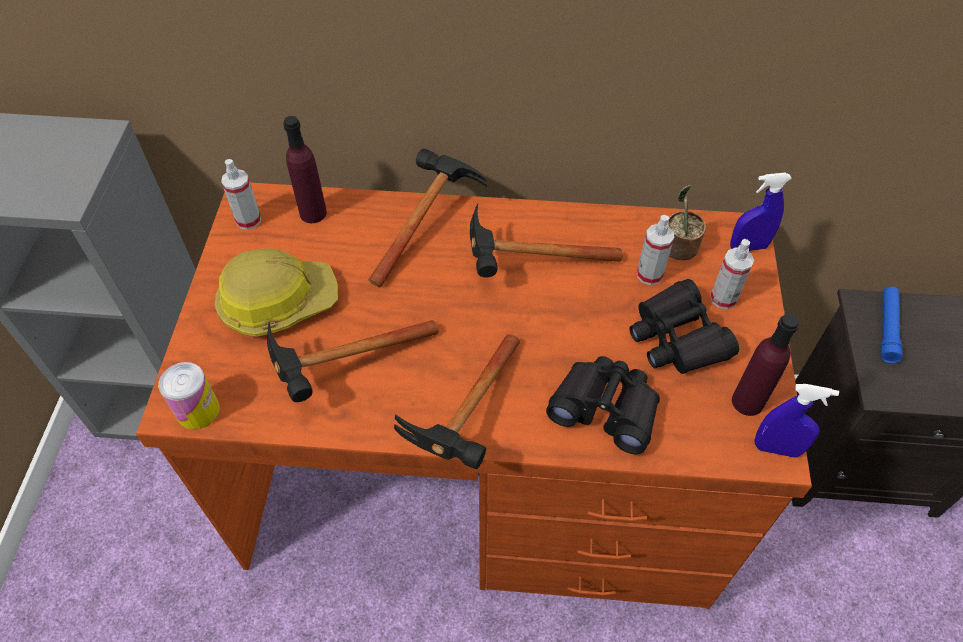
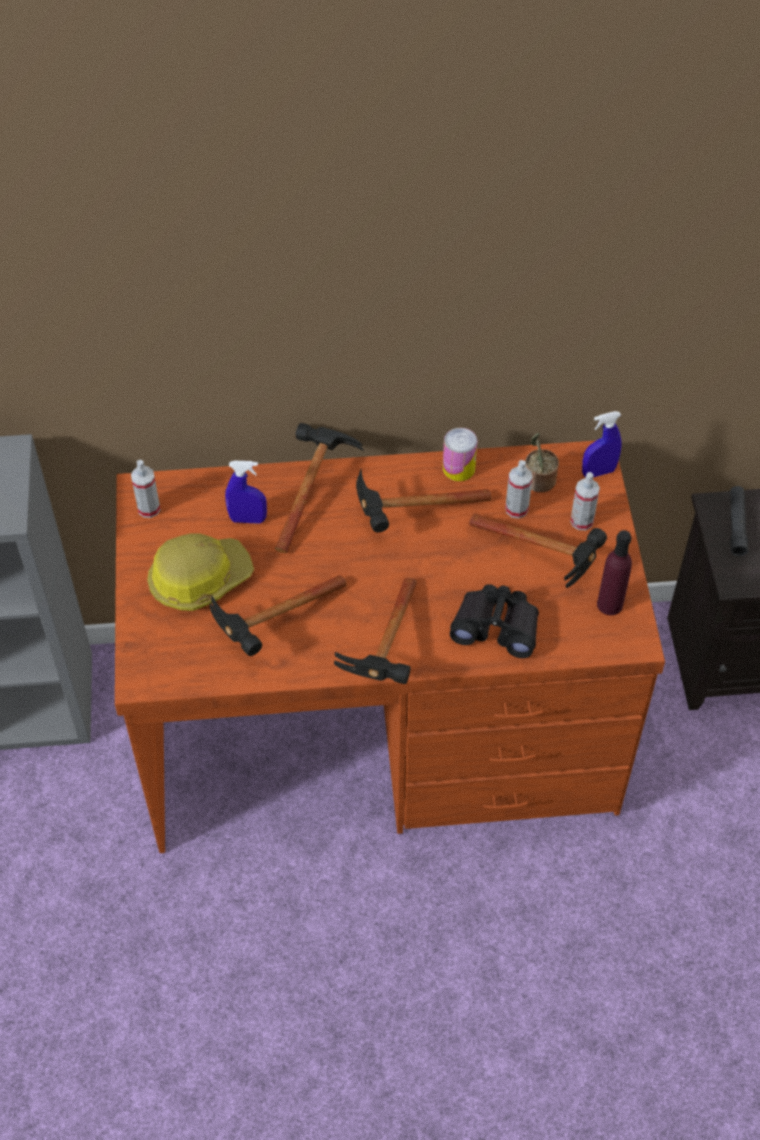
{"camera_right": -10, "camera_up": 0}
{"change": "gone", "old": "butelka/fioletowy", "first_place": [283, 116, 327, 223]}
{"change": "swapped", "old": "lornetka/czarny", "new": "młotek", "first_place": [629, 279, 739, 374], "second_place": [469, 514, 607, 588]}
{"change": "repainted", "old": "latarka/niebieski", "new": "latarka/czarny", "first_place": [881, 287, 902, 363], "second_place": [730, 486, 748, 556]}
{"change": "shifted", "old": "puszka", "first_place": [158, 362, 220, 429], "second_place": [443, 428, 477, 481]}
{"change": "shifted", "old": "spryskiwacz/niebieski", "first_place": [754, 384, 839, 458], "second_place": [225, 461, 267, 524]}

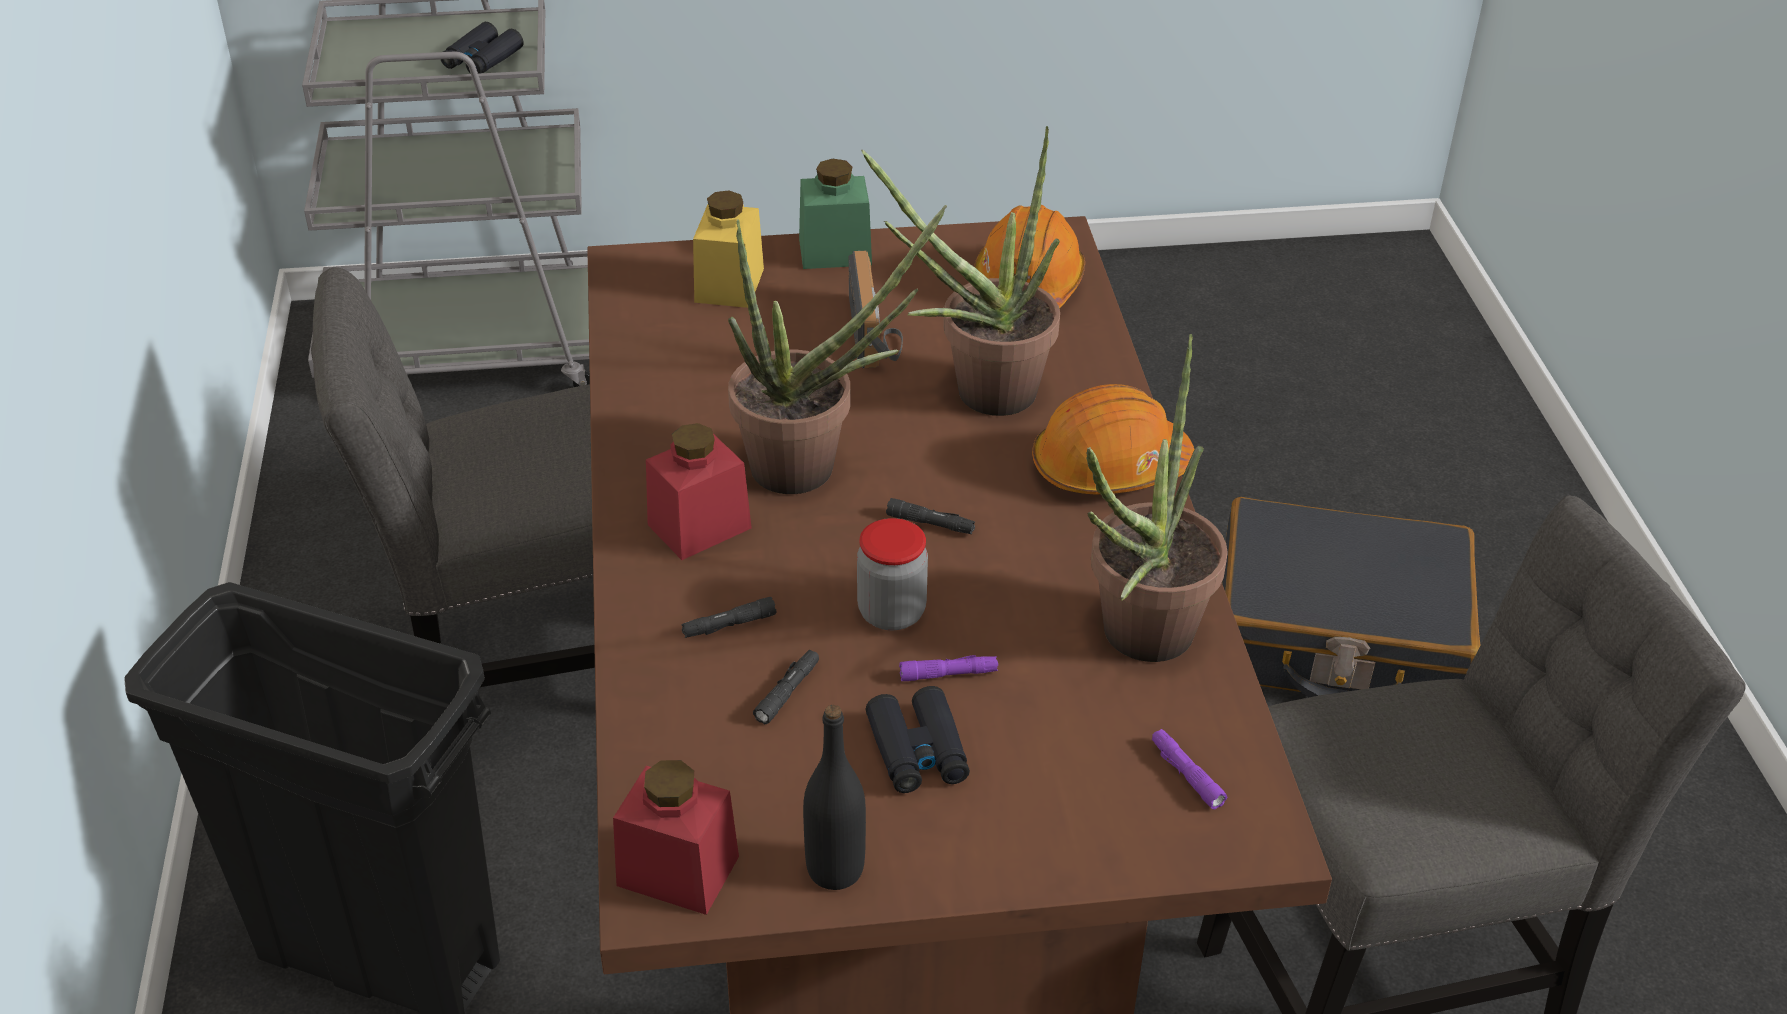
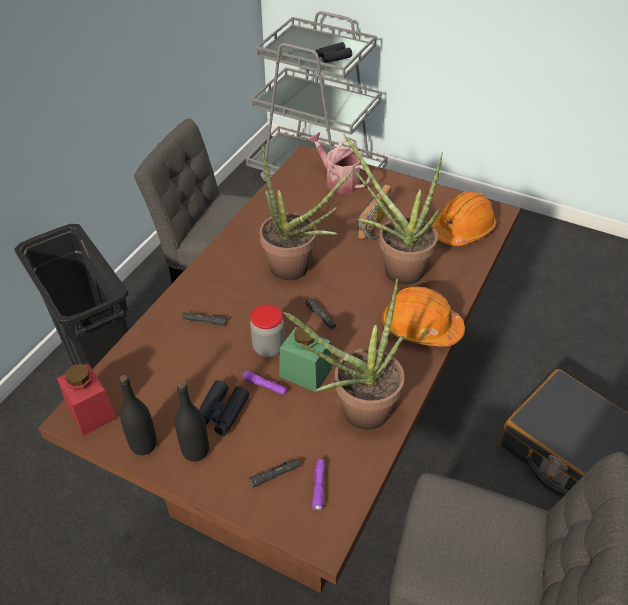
{"camera_right": 35, "camera_up": 5}
{"change": "shifted", "old": "słoik/zielony", "first_place": [799, 159, 872, 269], "second_place": [279, 326, 332, 393]}
{"change": "swapped", "old": "słoik/żółty", "new": "konewka", "first_place": [693, 190, 764, 308], "second_place": [306, 132, 371, 194]}
{"change": "gone", "old": "słoik/czerwony", "first_place": [646, 423, 752, 560]}
{"change": "shifted", "old": "latarka/czarny", "first_place": [753, 650, 819, 724], "second_place": [249, 459, 300, 488]}
{"change": "new", "new": "butelka/czarny", "second_place": [175, 381, 209, 462]}

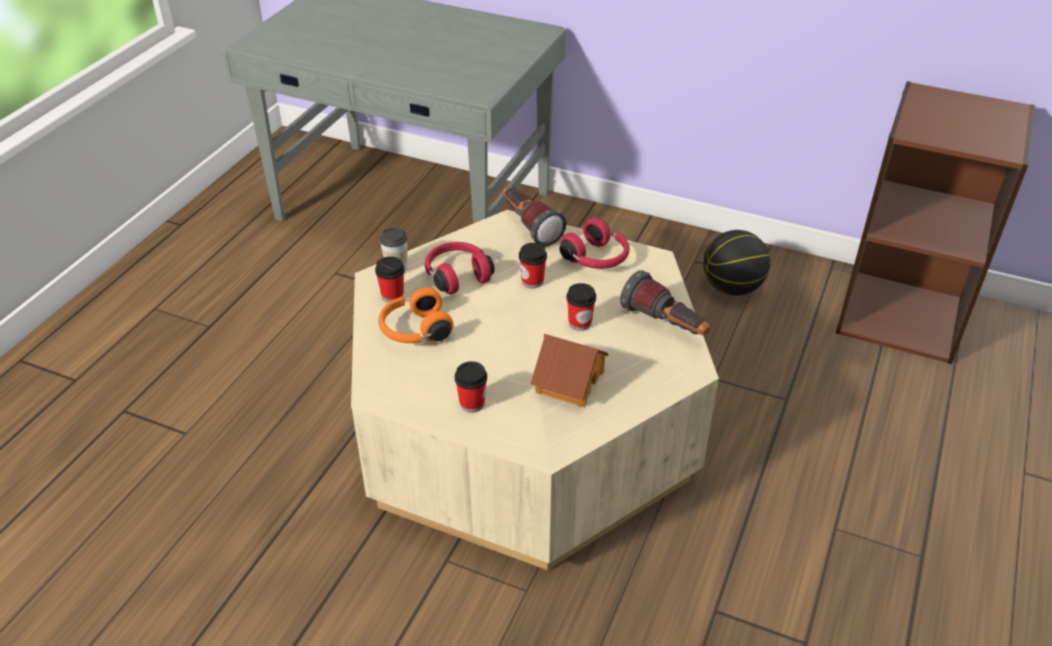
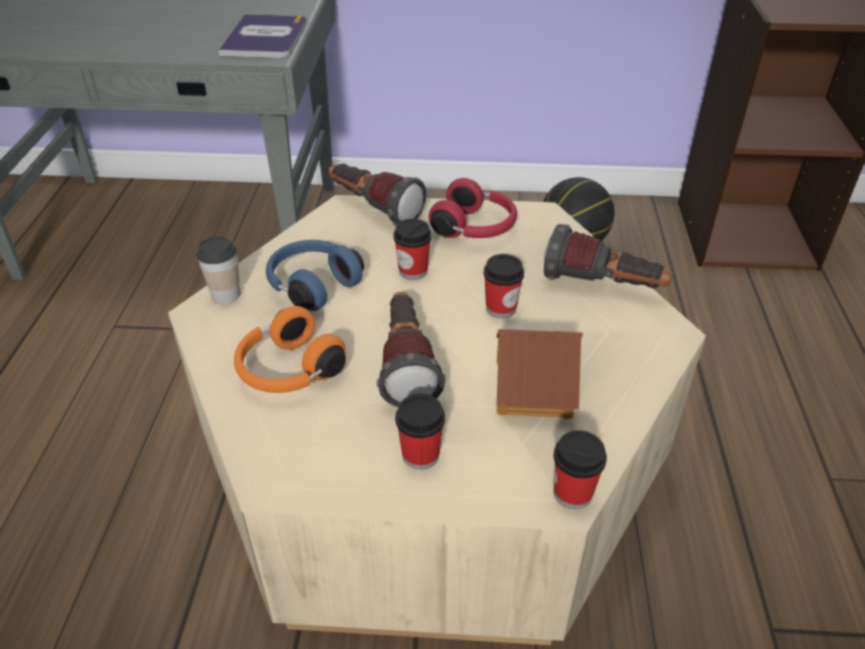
{"camera_right": -20, "camera_up": 0}
{"change": "repainted", "old": "słuchawki/czerwony", "new": "słuchawki/niebieski", "first_place": [425, 242, 495, 294], "second_place": [266, 240, 364, 311]}
{"change": "shifted", "old": "filiżanka", "first_place": [375, 256, 404, 302], "second_place": [554, 430, 607, 509]}
{"change": "new", "new": "książka", "second_place": [219, 14, 307, 58]}
{"change": "new", "new": "latarka", "second_place": [377, 292, 446, 407]}

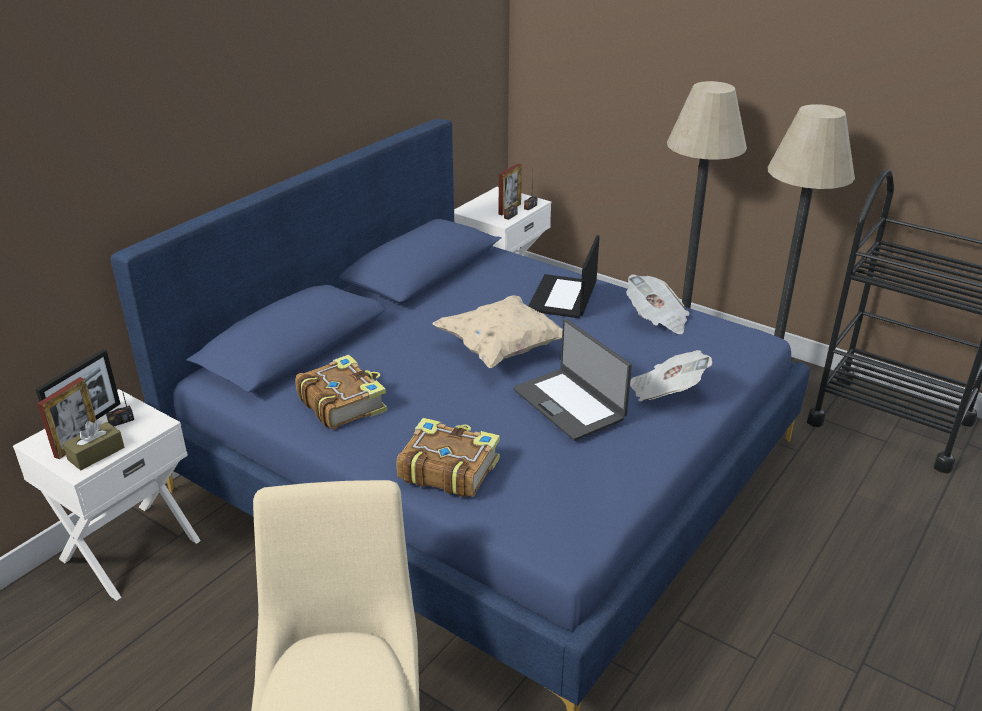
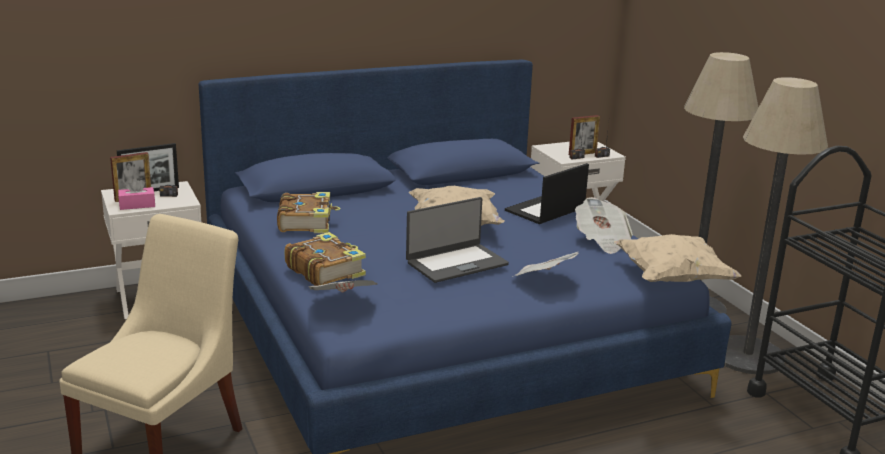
{"camera_right": 30, "camera_up": -10}
{"change": "rotated", "old": "laptop", "first_place": [513, 319, 632, 441], "second_place": [406, 197, 509, 283], "degrees": -120}
{"change": "repainted", "old": "pudełko chusteczek/brązowy", "new": "pudełko chusteczek/różowy", "first_place": [63, 420, 124, 470], "second_place": [118, 178, 155, 210]}
{"change": "new", "new": "poduszka/beżowy", "second_place": [614, 234, 741, 282]}
{"change": "new", "new": "gazeta", "second_place": [308, 280, 377, 293]}

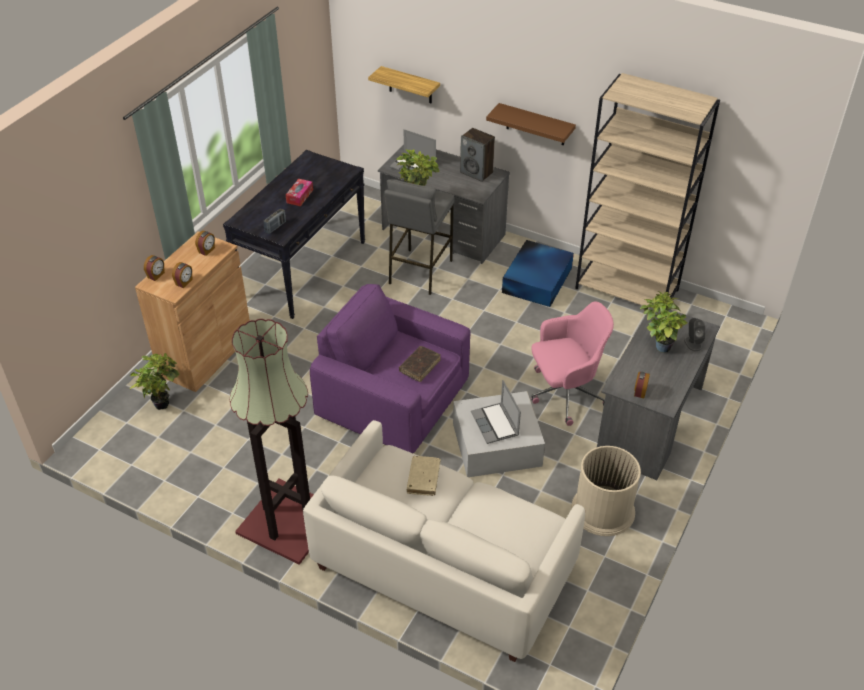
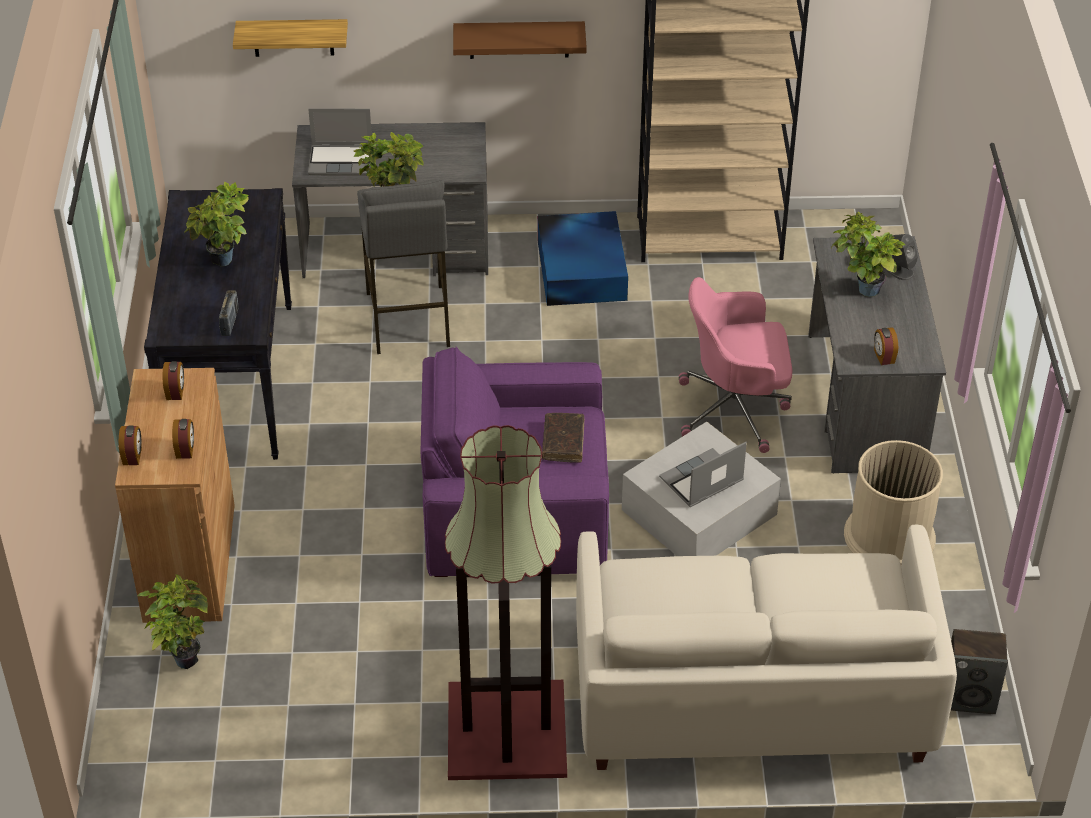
{"camera_right": -30, "camera_up": 0}
{"change": "shifted", "old": "głośnik", "first_place": [460, 128, 495, 182], "second_place": [951, 629, 1008, 714]}
{"change": "swapped", "old": "pudełko chusteczek", "new": "roślina doniczkowa", "first_place": [286, 179, 313, 206], "second_place": [184, 182, 249, 266]}
{"change": "rotated", "old": "krzesło biurowe/różowy", "first_place": [531, 302, 614, 426], "second_place": [679, 277, 792, 453], "degrees": -135}
{"change": "rotated", "old": "laptop", "first_place": [471, 380, 521, 444], "second_place": [659, 442, 747, 507], "degrees": 105}
{"change": "gone", "old": "książka/beżowy", "first_place": [407, 456, 441, 496]}

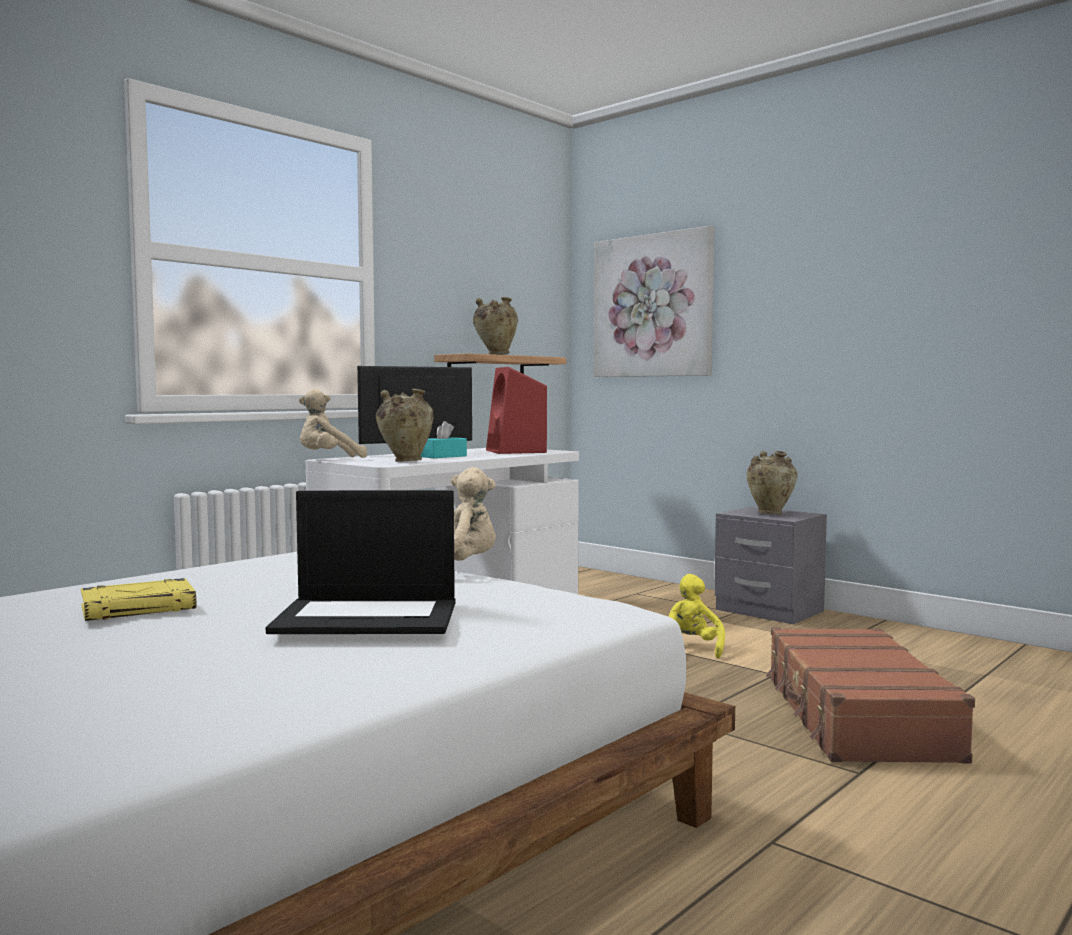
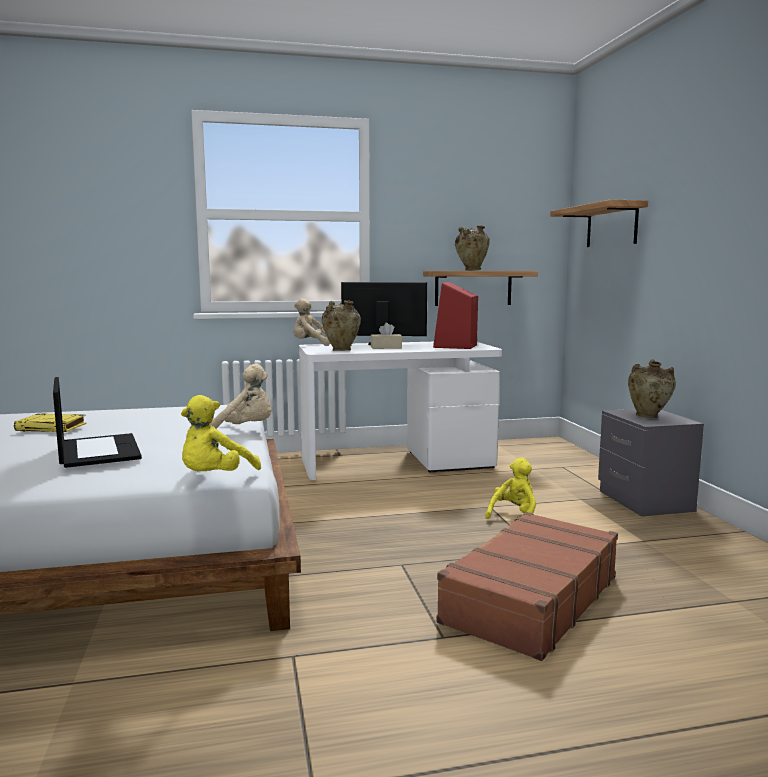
{"camera_right": 35, "camera_up": 5}
{"change": "swapped", "old": "obraz", "new": "półka", "first_place": [593, 226, 714, 377], "second_place": [550, 199, 648, 247]}
{"change": "repainted", "old": "pudełko chusteczek/turkusowy", "new": "pudełko chusteczek/beżowy", "first_place": [421, 421, 467, 458], "second_place": [371, 322, 402, 349]}
{"change": "rotated", "old": "laptop", "first_place": [266, 490, 455, 634], "second_place": [53, 377, 142, 468], "degrees": -150}
{"change": "new", "new": "pluszak/żółty", "second_place": [181, 395, 261, 471]}

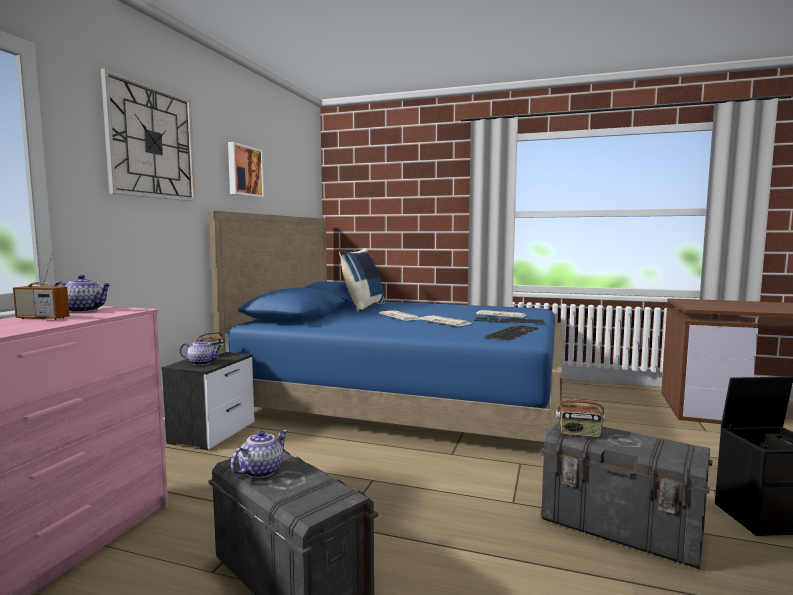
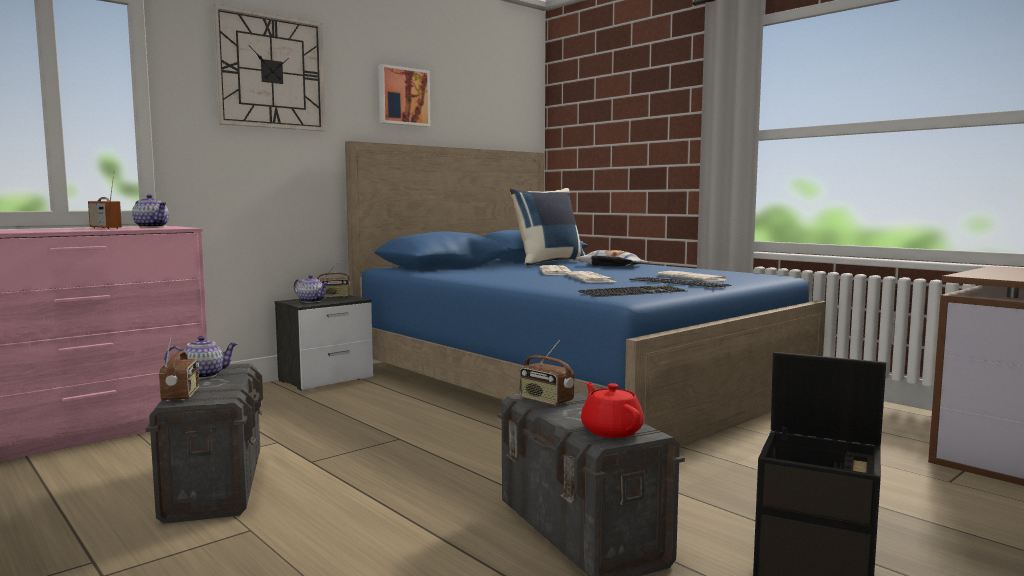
{"camera_right": 30, "camera_up": 0}
{"change": "new", "new": "poduszka", "second_place": [576, 250, 649, 267]}
{"change": "new", "new": "radio", "second_place": [159, 335, 199, 401]}
{"change": "new", "new": "imbryk/czerwony", "second_place": [581, 382, 644, 438]}

